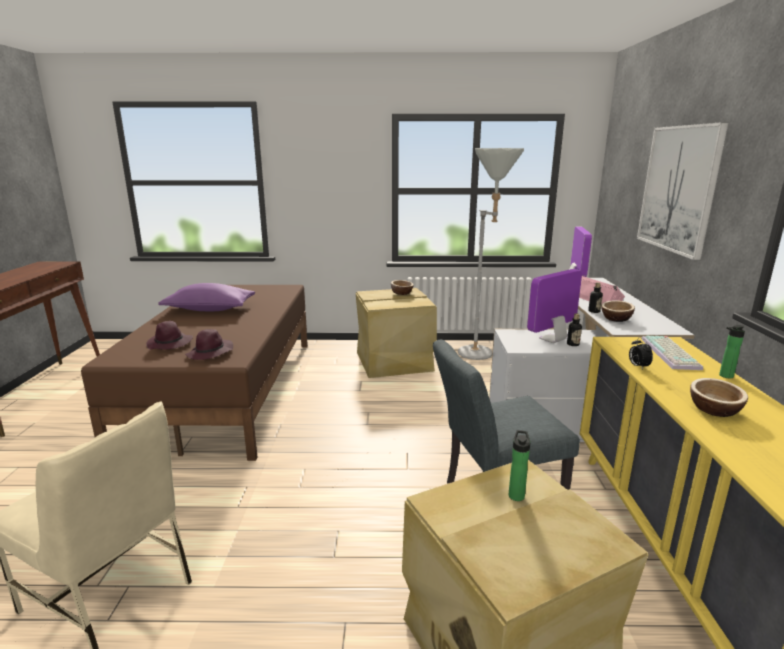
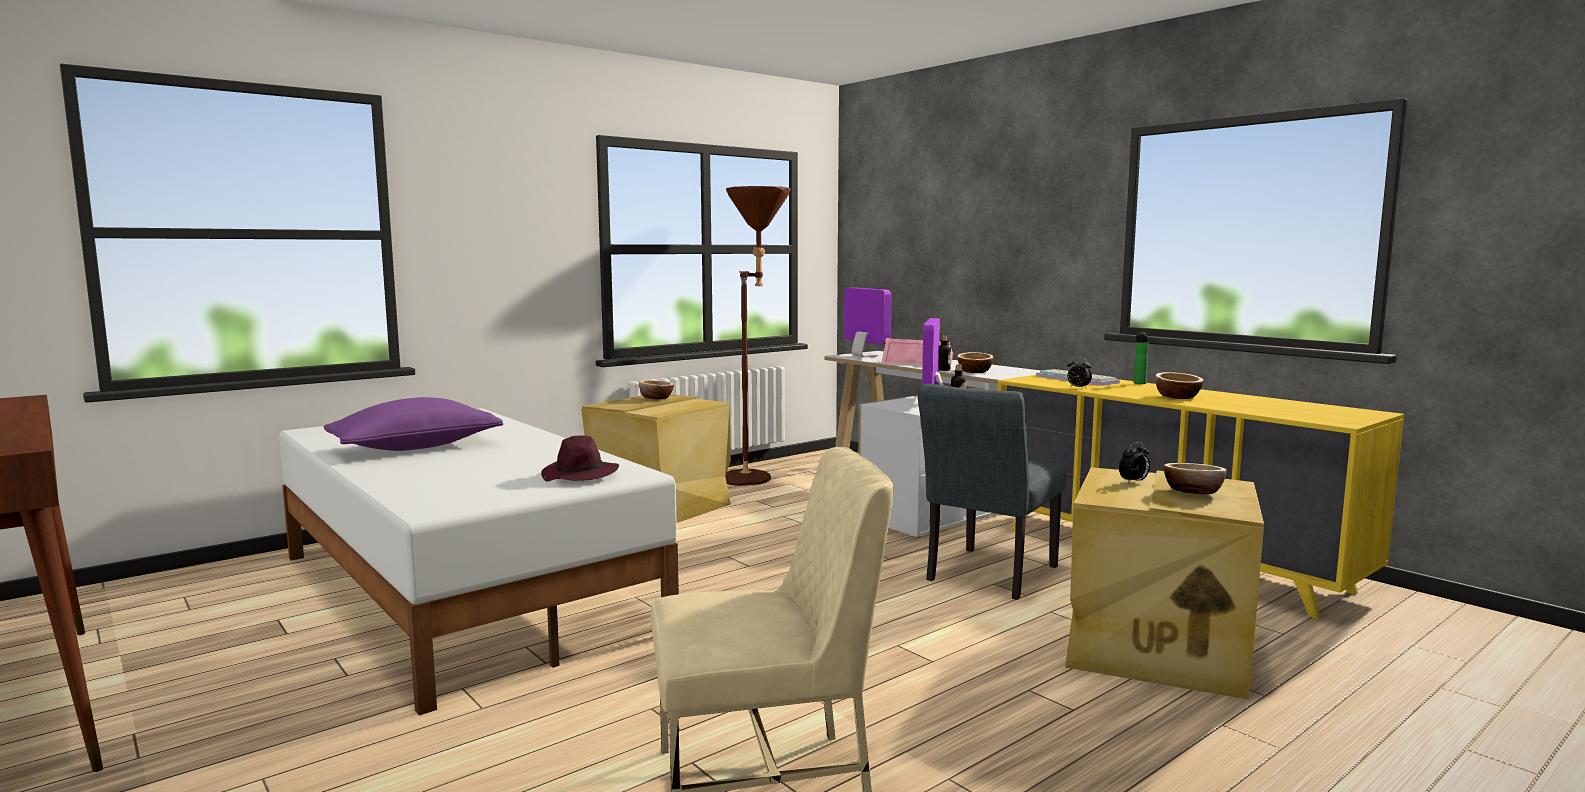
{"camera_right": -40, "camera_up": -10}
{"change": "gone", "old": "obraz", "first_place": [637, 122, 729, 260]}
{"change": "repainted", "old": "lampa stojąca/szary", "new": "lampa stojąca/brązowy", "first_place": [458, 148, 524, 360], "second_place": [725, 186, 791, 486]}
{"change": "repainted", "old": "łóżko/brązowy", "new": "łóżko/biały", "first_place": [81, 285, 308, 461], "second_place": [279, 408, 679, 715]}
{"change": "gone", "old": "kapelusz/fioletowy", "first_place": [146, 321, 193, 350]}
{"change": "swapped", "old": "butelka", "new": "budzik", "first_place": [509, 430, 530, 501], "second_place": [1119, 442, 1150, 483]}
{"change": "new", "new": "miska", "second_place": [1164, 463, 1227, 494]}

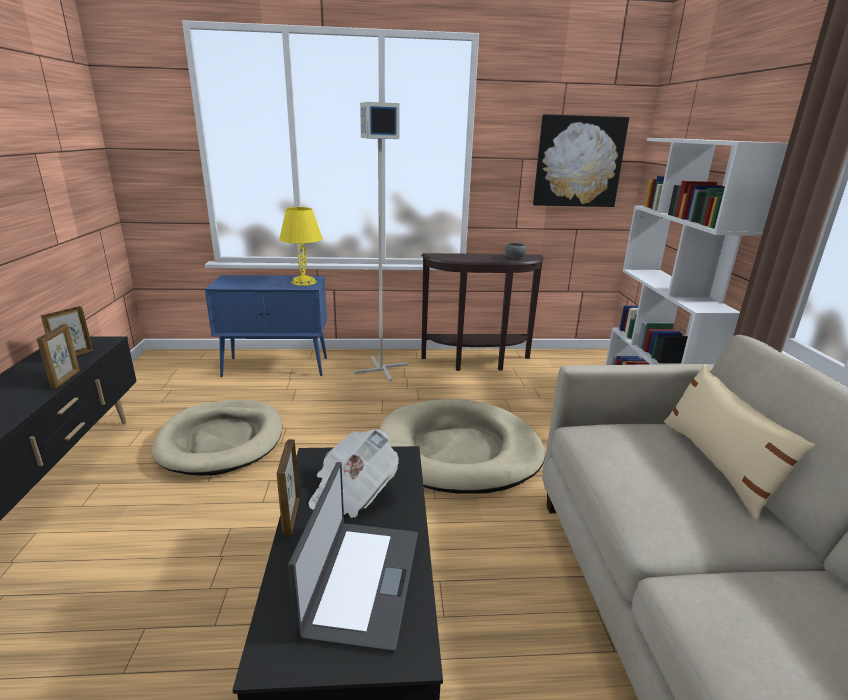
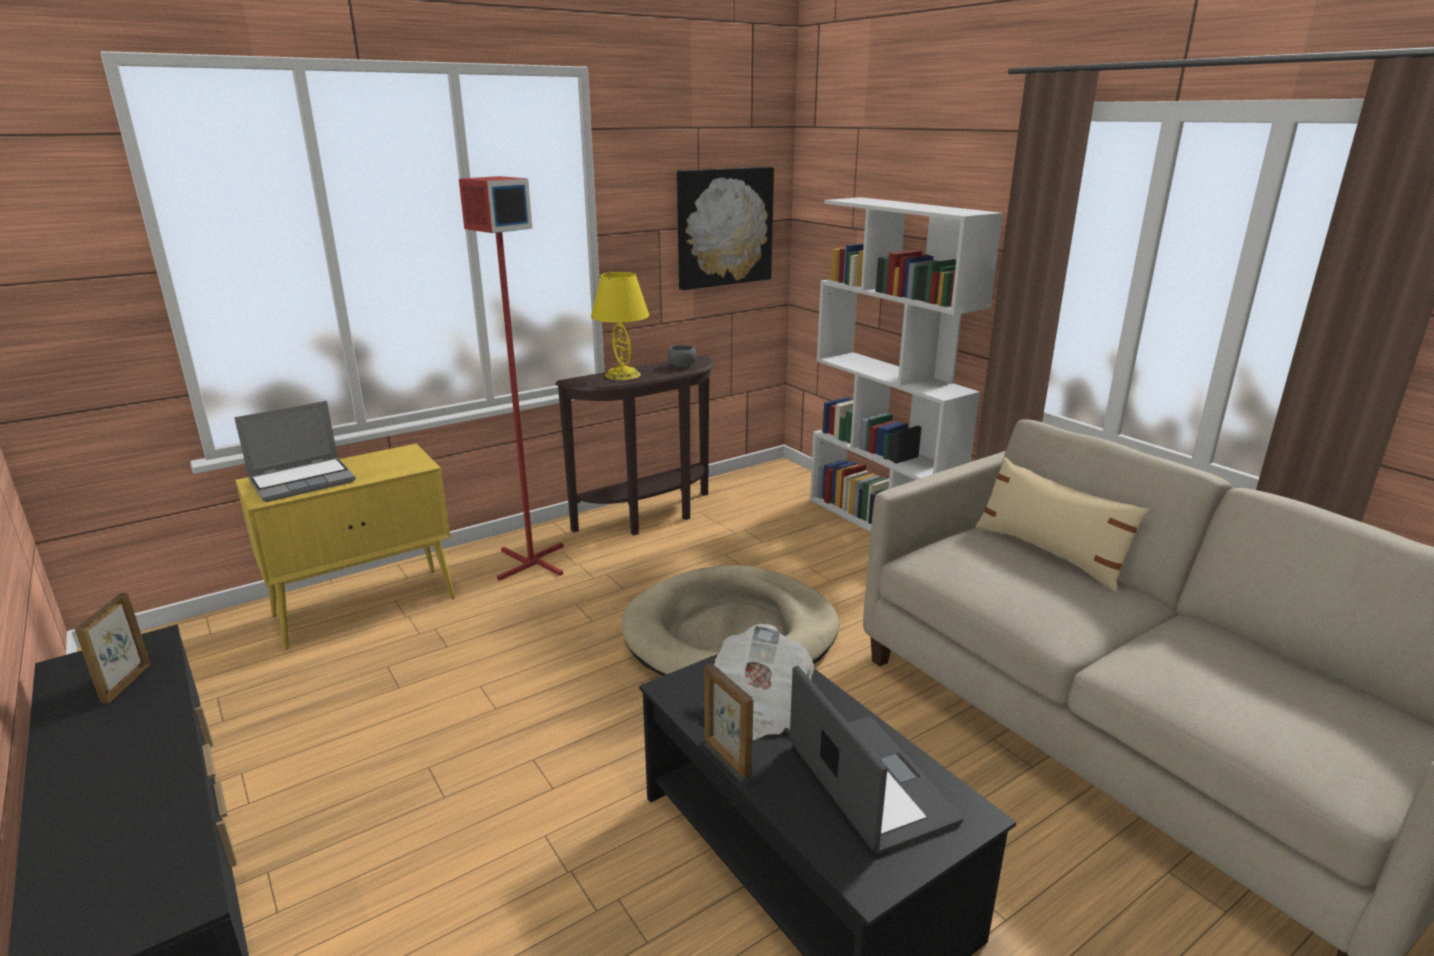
{"camera_right": -30, "camera_up": 0}
{"change": "repainted", "old": "lampa stojąca/szary", "new": "lampa stojąca/czerwony", "first_place": [354, 102, 408, 381], "second_place": [459, 176, 564, 581]}
{"change": "shifted", "old": "lampa stołowa/żółty", "first_place": [279, 207, 323, 286], "second_place": [591, 272, 649, 380]}
{"change": "repainted", "old": "szafka/niebieski", "new": "szafka/żółty", "first_place": [205, 275, 327, 377], "second_place": [235, 443, 455, 649]}
{"change": "gone", "old": "ramka na zdjęcie", "first_place": [37, 324, 80, 389]}
{"change": "gone", "old": "legowisko/beżowy", "first_place": [152, 400, 283, 476]}
{"change": "new", "new": "laptop", "second_place": [234, 401, 356, 502]}

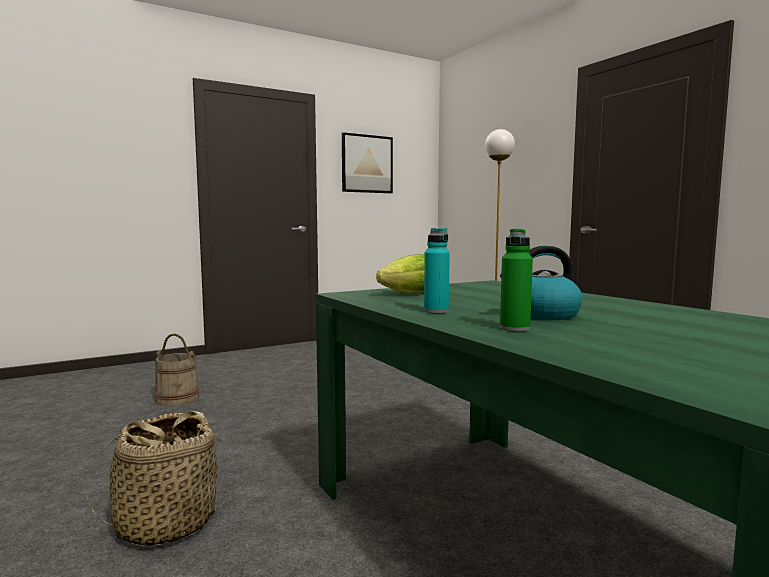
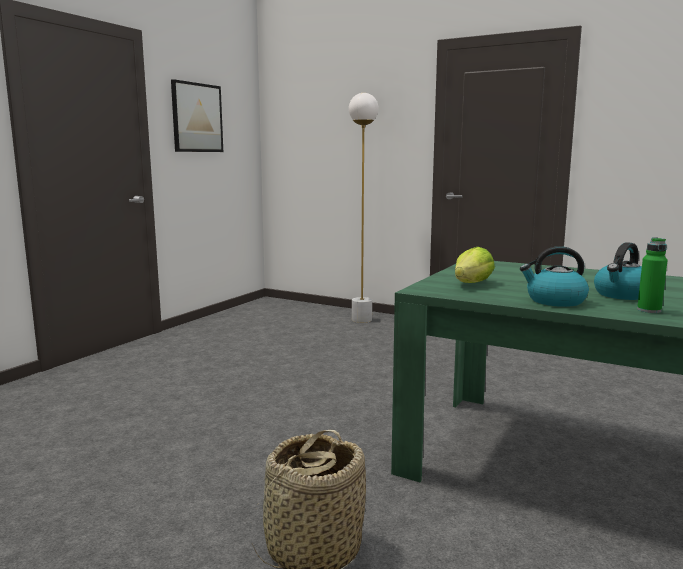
{"camera_right": -30, "camera_up": 5}
{"change": "swapped", "old": "butelka/turkusowy", "new": "czajnik", "first_place": [424, 228, 450, 314], "second_place": [520, 246, 589, 307]}
{"change": "gone", "old": "wiadro/beżowy", "first_place": [155, 333, 199, 406]}

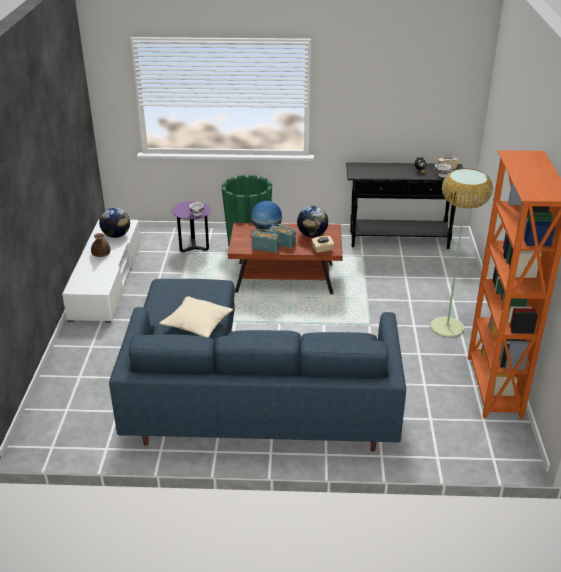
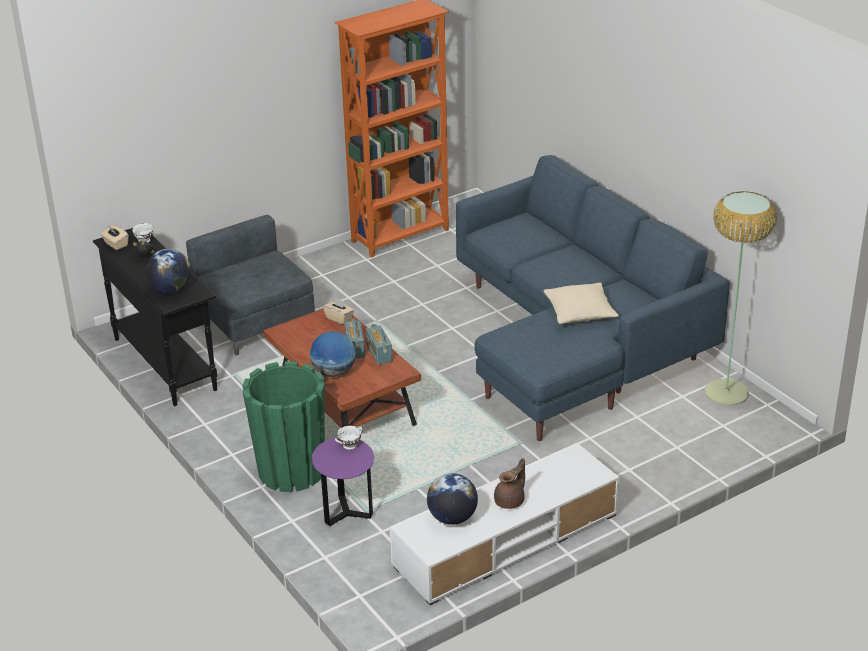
{"camera_right": -125, "camera_up": 0}
{"change": "shifted", "old": "lampa stojąca", "first_place": [430, 168, 493, 337], "second_place": [705, 191, 777, 406]}
{"change": "shifted", "old": "globus", "first_place": [297, 206, 328, 237], "second_place": [146, 249, 191, 294]}
{"change": "new", "new": "fotel/szary", "second_place": [186, 215, 315, 356]}

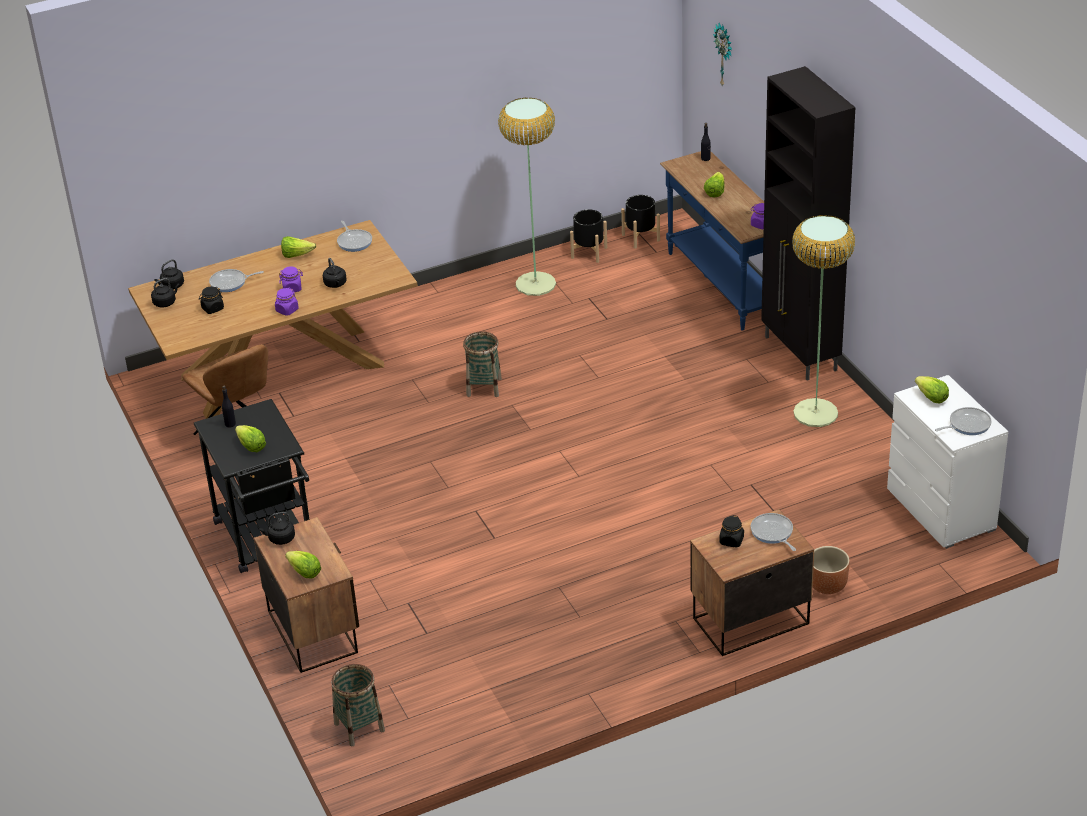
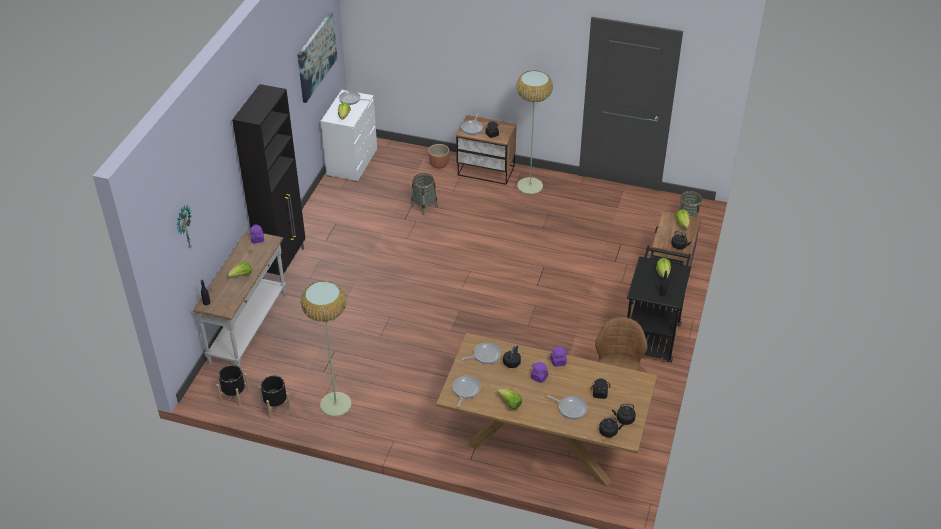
{"camera_right": -140, "camera_up": 5}
{"change": "repainted", "old": "stolik konsolowy/niebieski", "new": "stolik konsolowy/biały", "first_place": [660, 151, 764, 331], "second_place": [193, 230, 286, 368]}
{"change": "shifted", "old": "lampa stojąca", "first_place": [792, 215, 855, 427], "second_place": [516, 71, 553, 195]}
{"change": "shifted", "old": "koszyk", "first_place": [463, 331, 502, 397], "second_place": [411, 173, 438, 215]}
{"change": "new", "new": "obraz", "second_place": [298, 12, 337, 103]}
{"change": "new", "new": "patelnia", "second_place": [461, 342, 501, 364]}

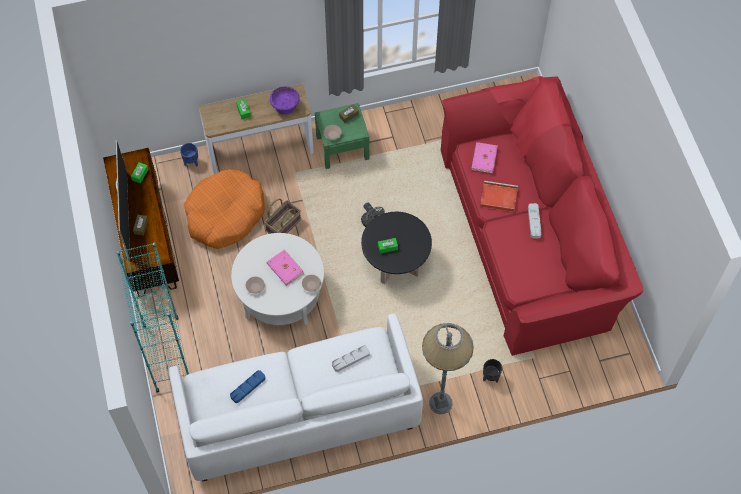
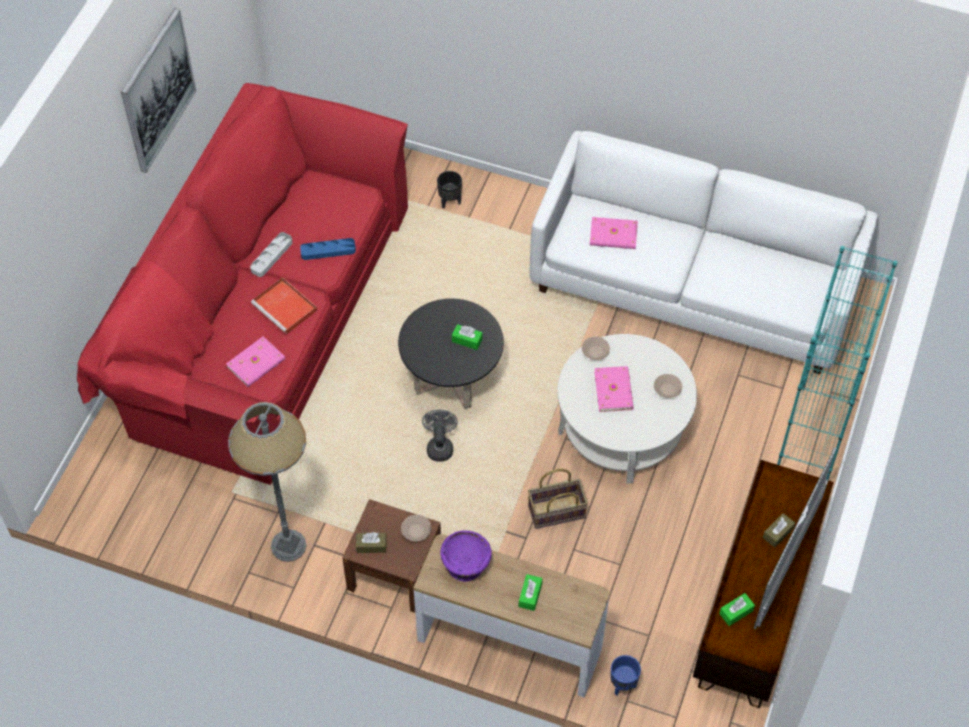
{"camera_right": -145, "camera_up": -5}
{"change": "repainted", "old": "szafka nocna/zielony", "new": "szafka nocna/brązowy", "first_place": [315, 103, 369, 169], "second_place": [342, 499, 441, 613]}
{"change": "gone", "old": "legowisko/pomarańczowy", "first_place": [184, 169, 265, 249]}
{"change": "shifted", "old": "lampa stojąca/szary", "first_place": [422, 323, 474, 414], "second_place": [228, 402, 306, 562]}
{"change": "swapped", "old": "taca/szary", "new": "książka/różowy", "first_place": [332, 345, 370, 372], "second_place": [590, 217, 638, 249]}
{"change": "shifted", "old": "taca/niebieski", "first_place": [230, 370, 265, 403], "second_place": [300, 238, 356, 260]}
{"change": "new", "new": "obraz", "second_place": [121, 8, 196, 173]}

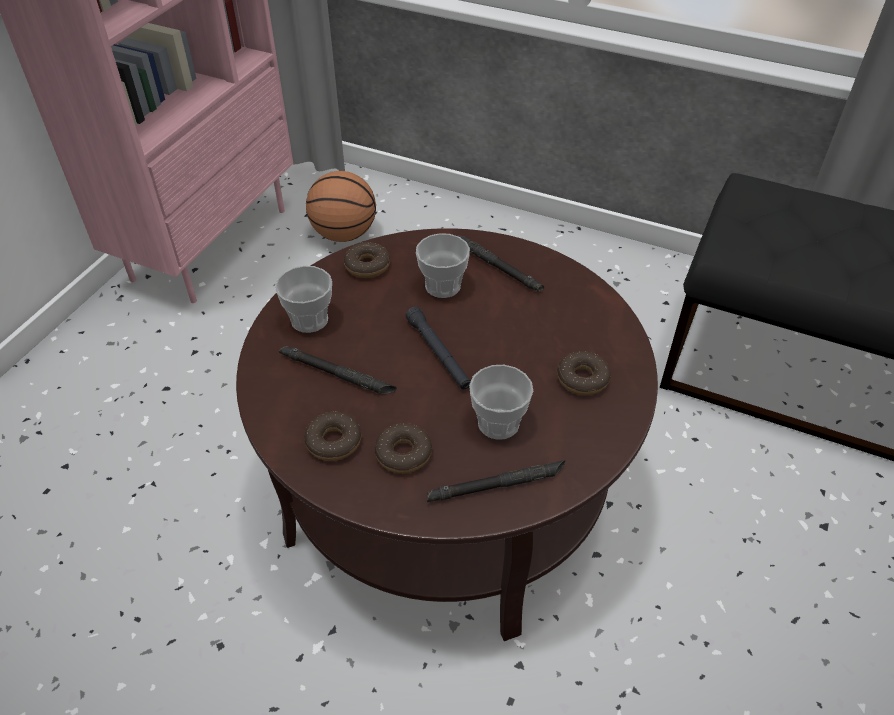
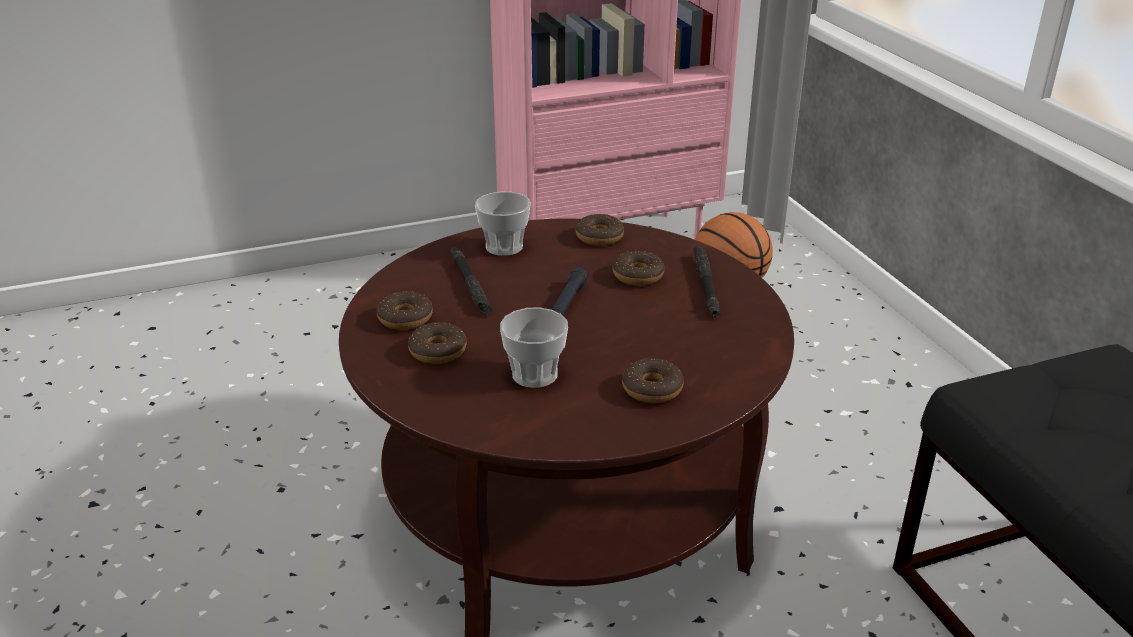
{"camera_right": 45, "camera_up": -15}
{"change": "swapped", "old": "filiżanka", "new": "donut", "first_place": [416, 233, 470, 298], "second_place": [613, 251, 664, 286]}
{"change": "gone", "old": "latarka/czarny", "first_place": [427, 460, 565, 502]}

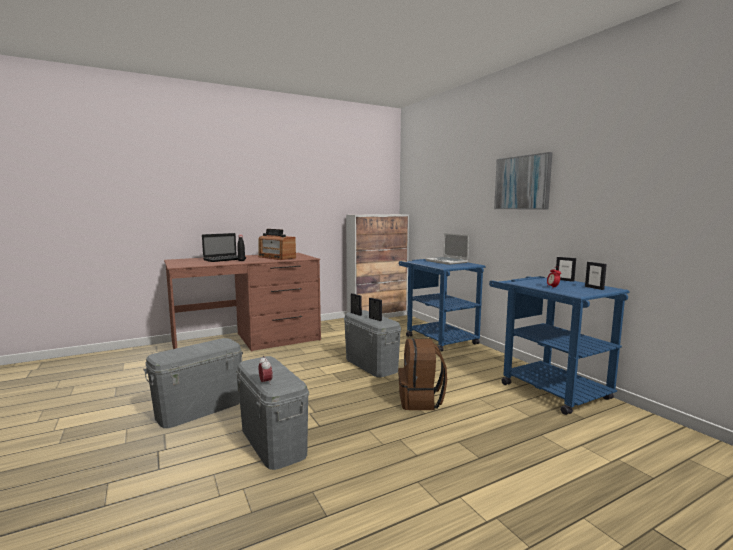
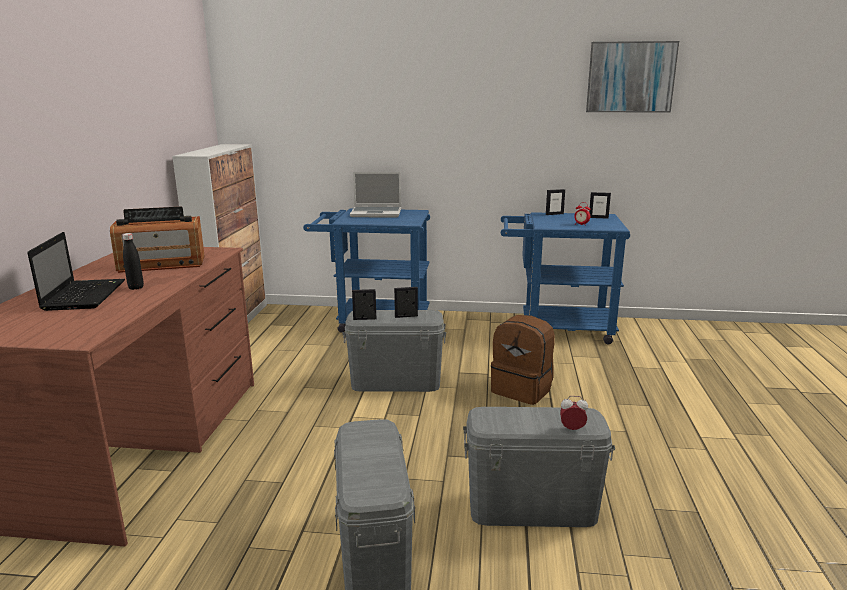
{"camera_right": -55, "camera_up": 10}
{"change": "shifted", "old": "obraz", "first_place": [494, 152, 553, 210], "second_place": [586, 41, 679, 112]}

